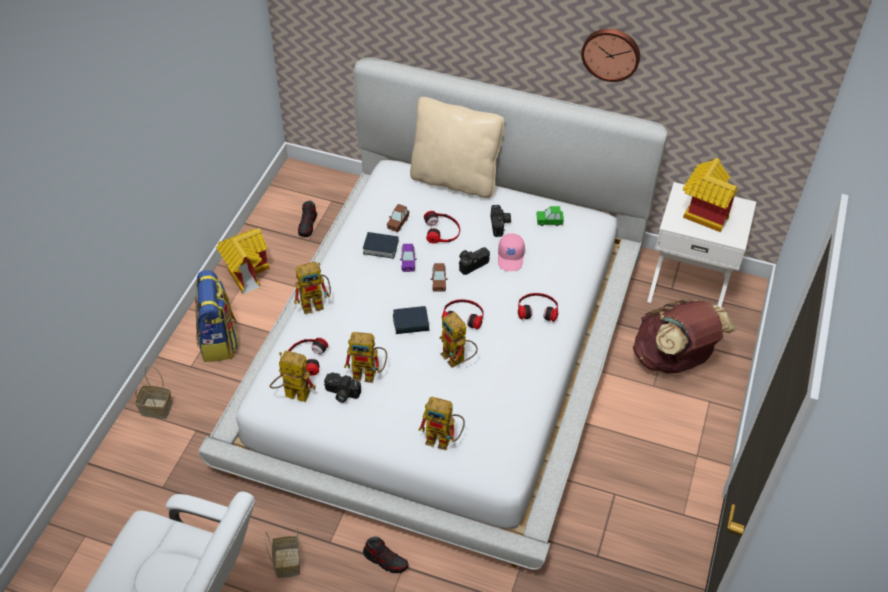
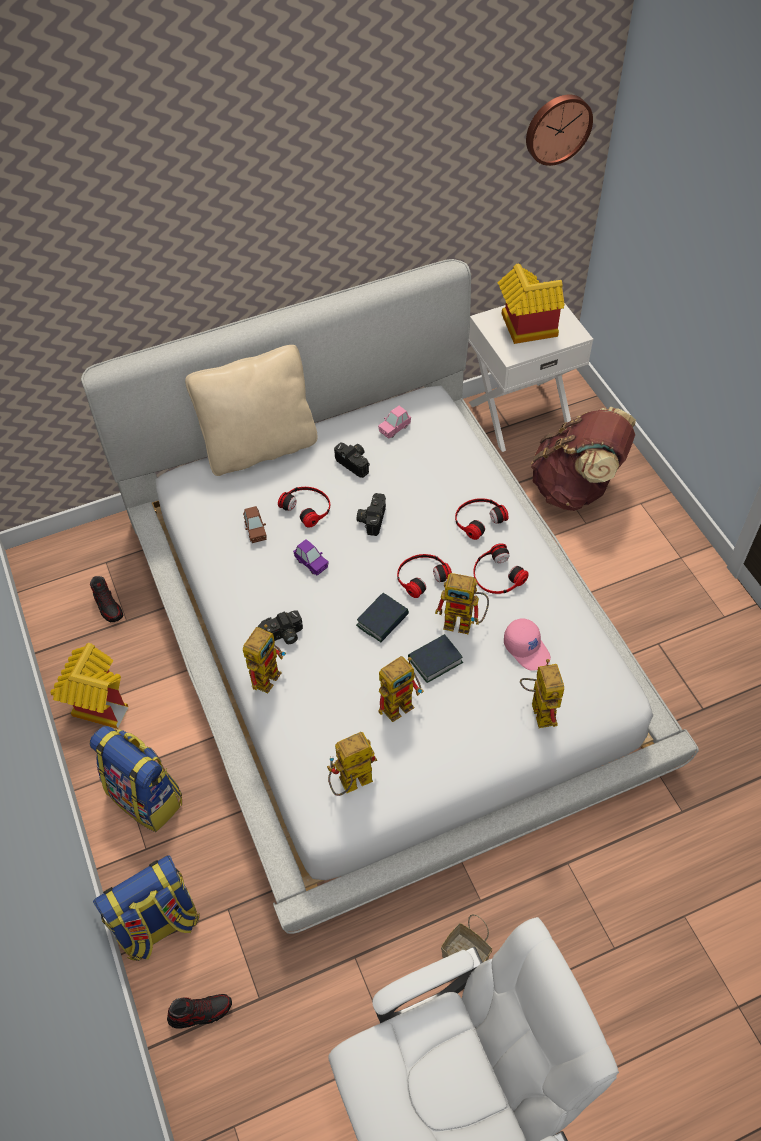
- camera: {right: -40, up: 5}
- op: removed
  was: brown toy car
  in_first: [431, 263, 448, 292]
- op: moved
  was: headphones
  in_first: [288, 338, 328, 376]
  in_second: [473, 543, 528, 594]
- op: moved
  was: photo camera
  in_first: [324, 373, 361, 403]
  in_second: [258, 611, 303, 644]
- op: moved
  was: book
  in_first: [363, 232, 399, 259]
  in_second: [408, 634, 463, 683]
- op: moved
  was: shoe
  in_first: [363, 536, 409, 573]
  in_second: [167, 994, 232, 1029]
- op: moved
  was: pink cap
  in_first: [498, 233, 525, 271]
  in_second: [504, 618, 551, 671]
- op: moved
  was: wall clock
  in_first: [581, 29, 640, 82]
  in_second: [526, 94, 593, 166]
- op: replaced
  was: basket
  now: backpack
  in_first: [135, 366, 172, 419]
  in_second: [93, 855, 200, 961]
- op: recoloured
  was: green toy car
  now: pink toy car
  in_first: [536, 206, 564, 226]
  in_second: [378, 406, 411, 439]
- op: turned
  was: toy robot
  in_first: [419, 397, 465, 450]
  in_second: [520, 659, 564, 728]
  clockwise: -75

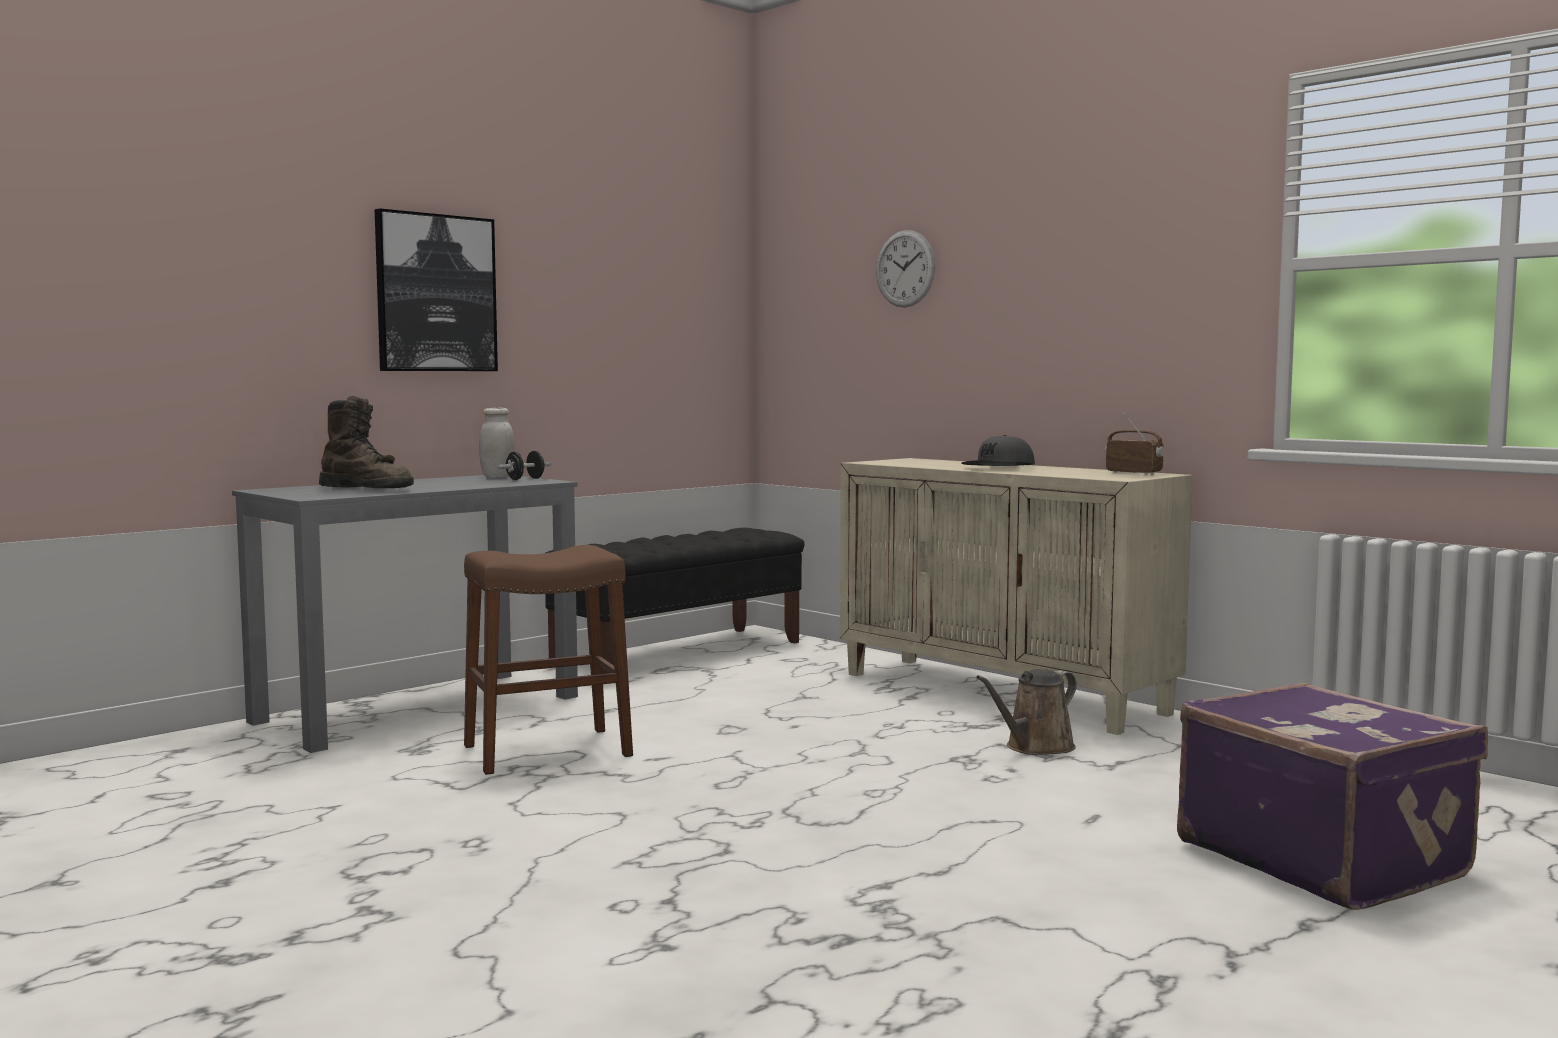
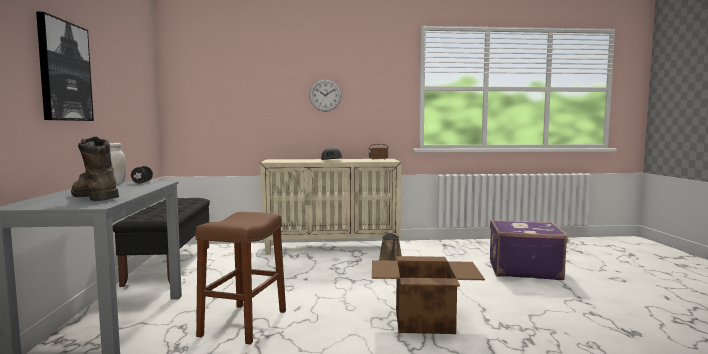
- camera: {right: -50, up: 0}
- op: added
  now: cardboard box
  in_second: [372, 256, 485, 334]
- op: moved
  was: wall clock
  in_first: [876, 230, 935, 308]
  in_second: [309, 79, 342, 112]
- op: turned
  was: brown boot
  in_first: [319, 396, 414, 488]
  in_second: [71, 137, 119, 201]
  clockwise: -120

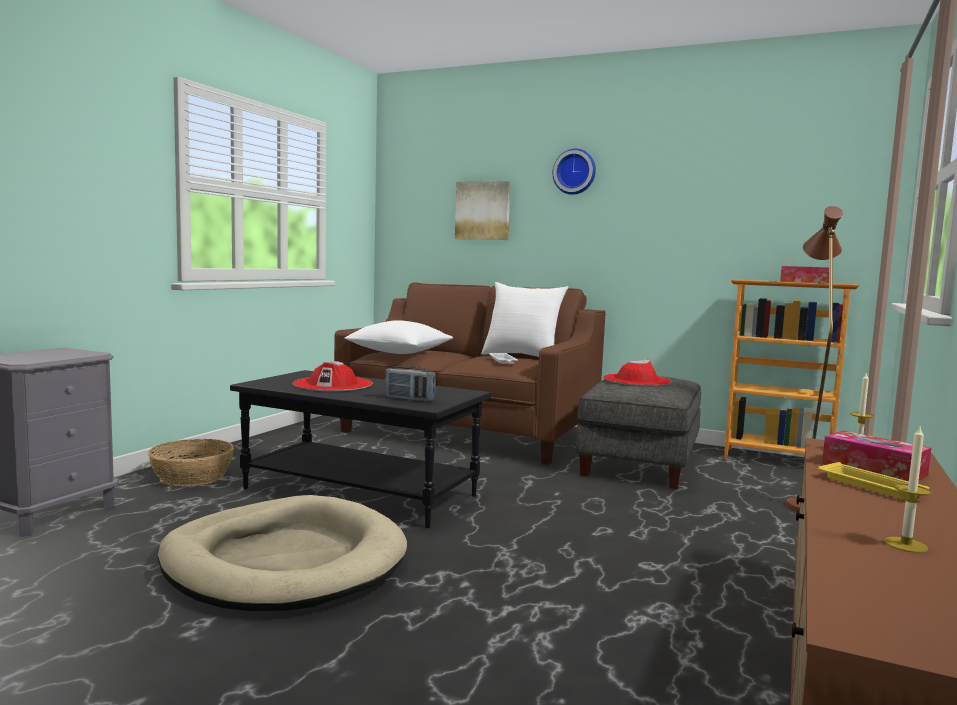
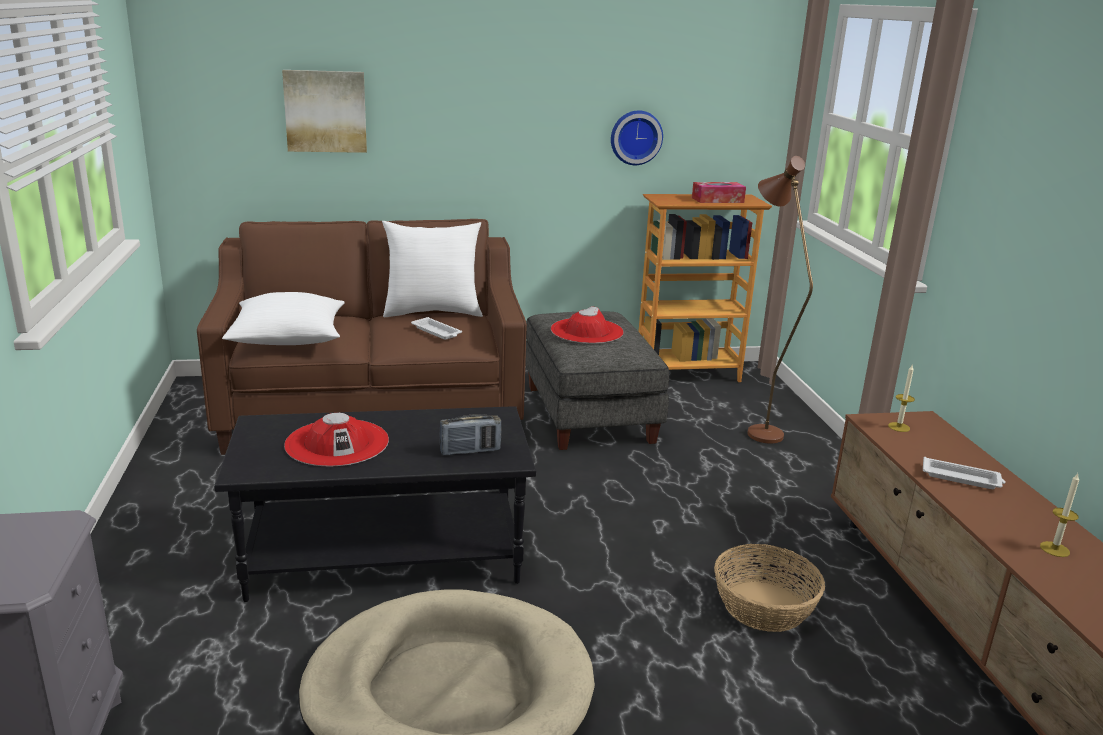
- camera: {right: -35, up: 15}
- op: removed
  was: tissue box
  in_first: [822, 431, 931, 481]
- op: moved
  was: basket
  in_first: [148, 439, 234, 487]
  in_second: [714, 544, 825, 632]
- op: moved
  was: wall clock
  in_first: [552, 149, 596, 195]
  in_second: [611, 110, 663, 165]
- op: recoloured
  was: yellow tray
  now: white tray
  in_first: [818, 462, 929, 500]
  in_second: [923, 457, 1006, 489]

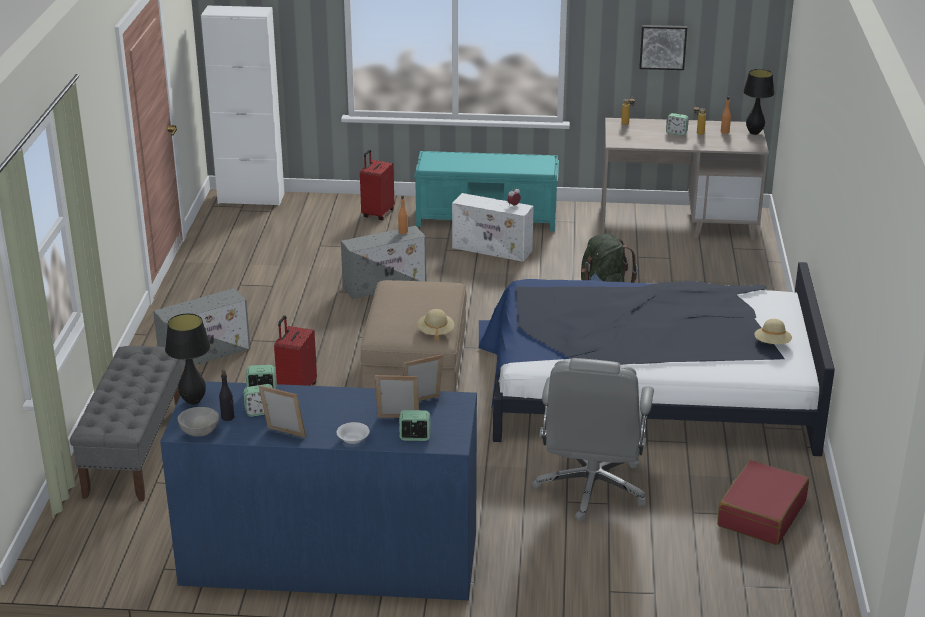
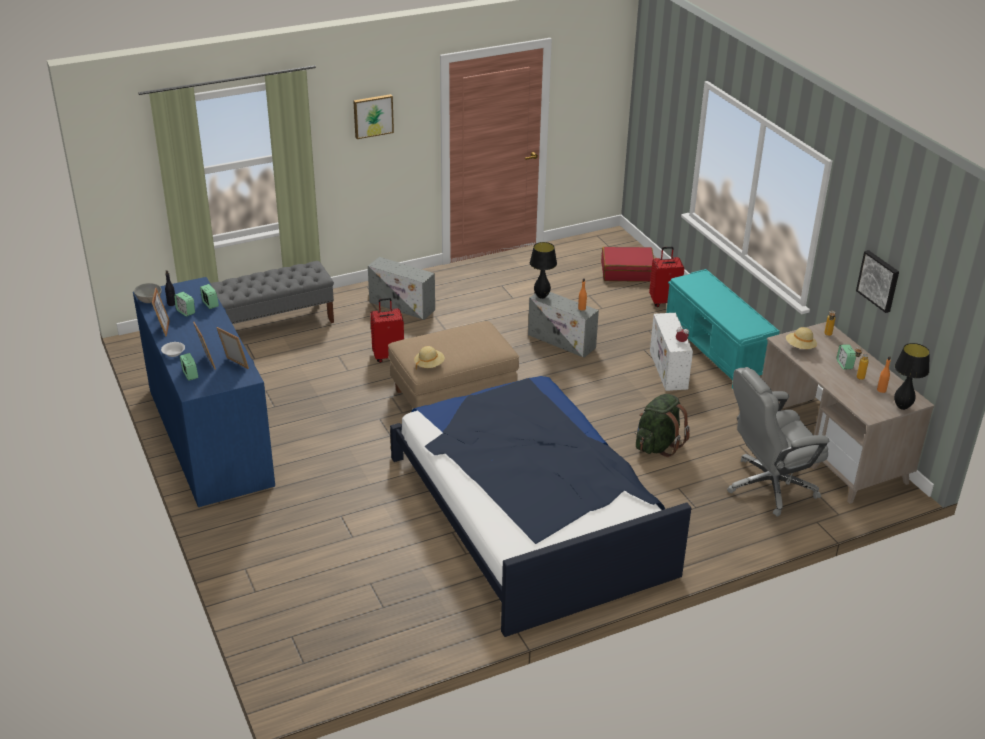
- camera: {right: 60, up: 5}
- op: removed
  was: white cabinet
  in_first: [201, 6, 284, 206]
- op: added
  now: picture
  in_second: [353, 94, 394, 139]
- op: moved
  was: black table lamp
  in_first: [165, 314, 211, 405]
  in_second: [530, 242, 557, 299]
- op: moved
  was: grey office chair
  in_first: [532, 358, 654, 521]
  in_second: [727, 367, 829, 517]
- op: moved
  was: red suitcase
  in_first: [717, 460, 809, 545]
  in_second: [601, 247, 654, 282]
- op: moved
  was: beige hat
  in_first: [754, 319, 792, 344]
  in_second: [786, 327, 817, 349]

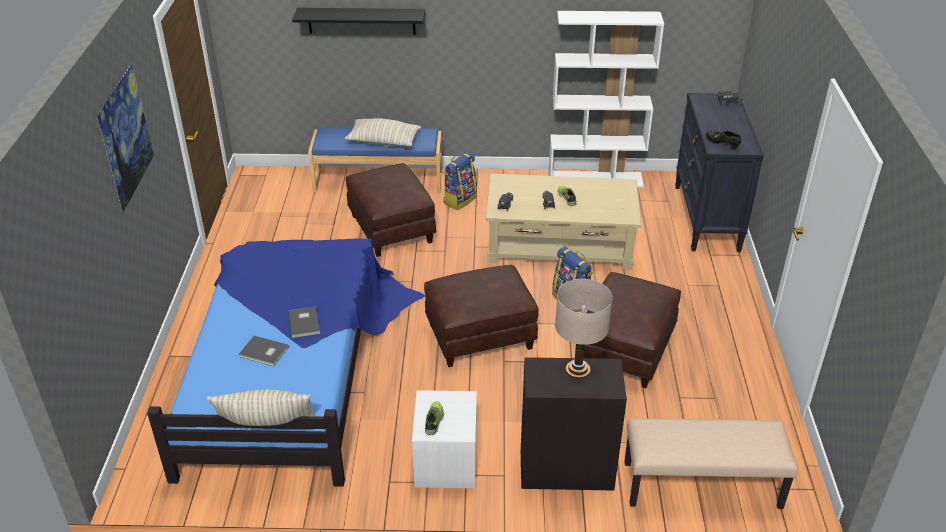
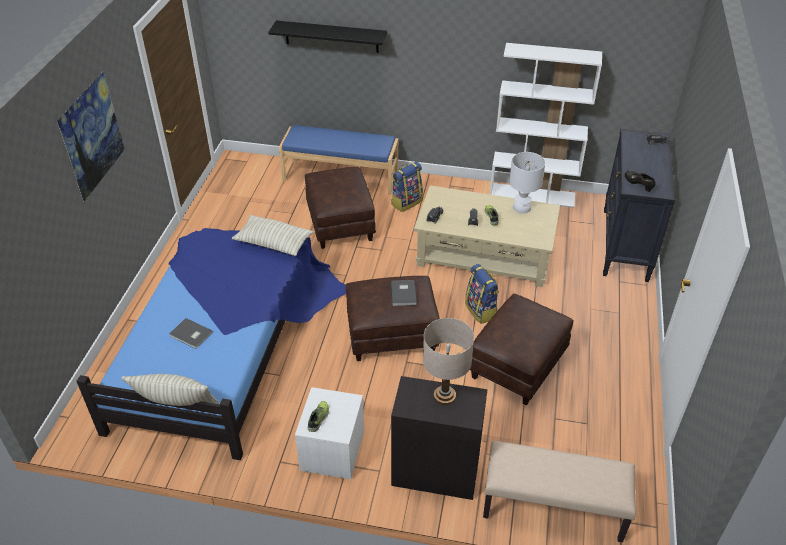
- camera: {right: 10, up: 5}
- op: added
  now: white table lamp
  in_second: [509, 152, 545, 214]
- op: moved
  was: grey book
  in_first: [288, 307, 320, 338]
  in_second: [391, 280, 417, 306]
- op: moved
  was: pillow
  in_first: [345, 118, 421, 146]
  in_second: [232, 215, 313, 256]

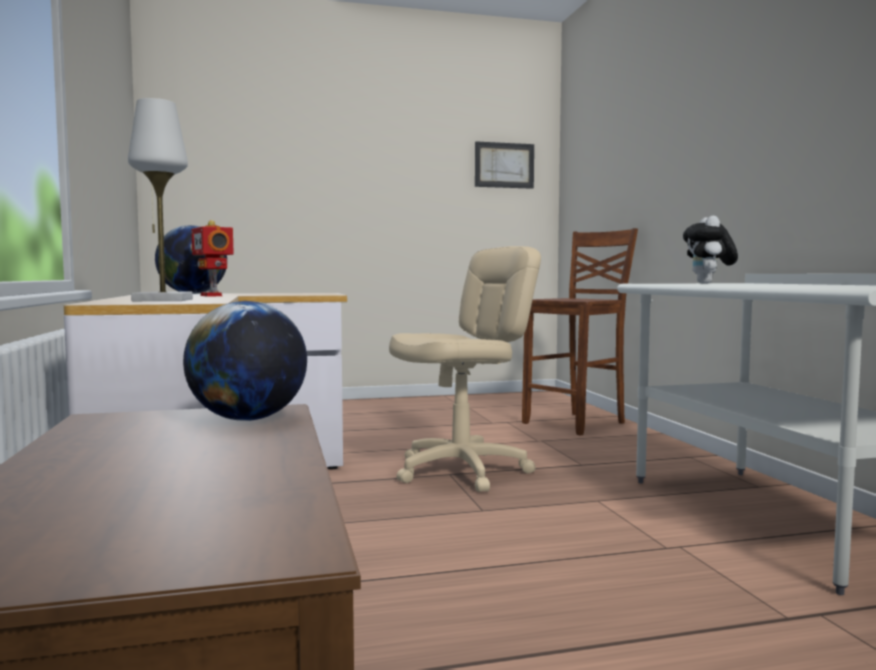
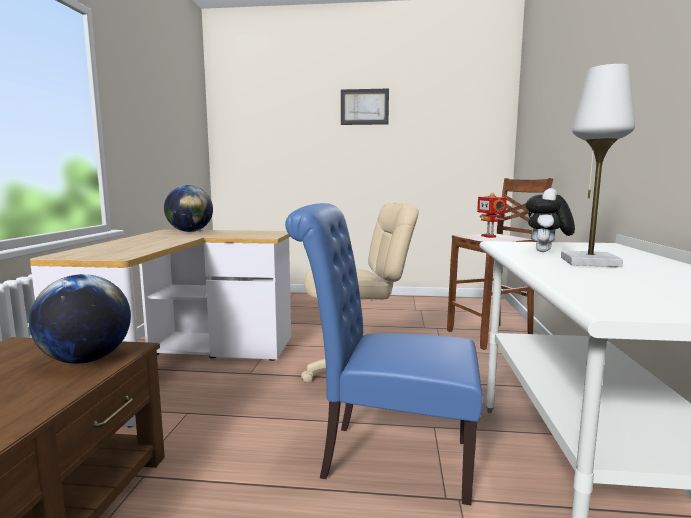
- camera: {right: 20, up: 5}
- op: added
  now: blue chair
  in_second: [285, 203, 482, 505]
- op: moved
  was: white table lamp
  in_first: [128, 98, 193, 301]
  in_second: [561, 64, 635, 267]
- op: moved
  was: toy robot
  in_first: [191, 220, 234, 297]
  in_second: [477, 193, 507, 238]
- op: moved
  was: picture
  in_first: [475, 141, 534, 189]
  in_second: [341, 89, 389, 125]

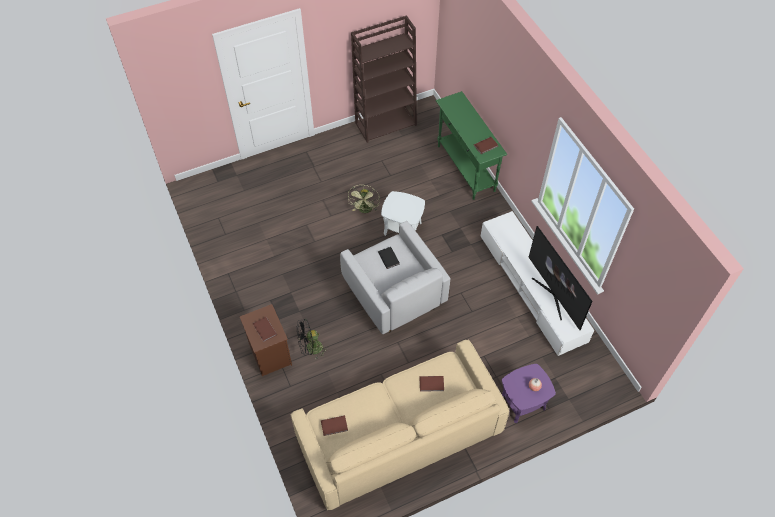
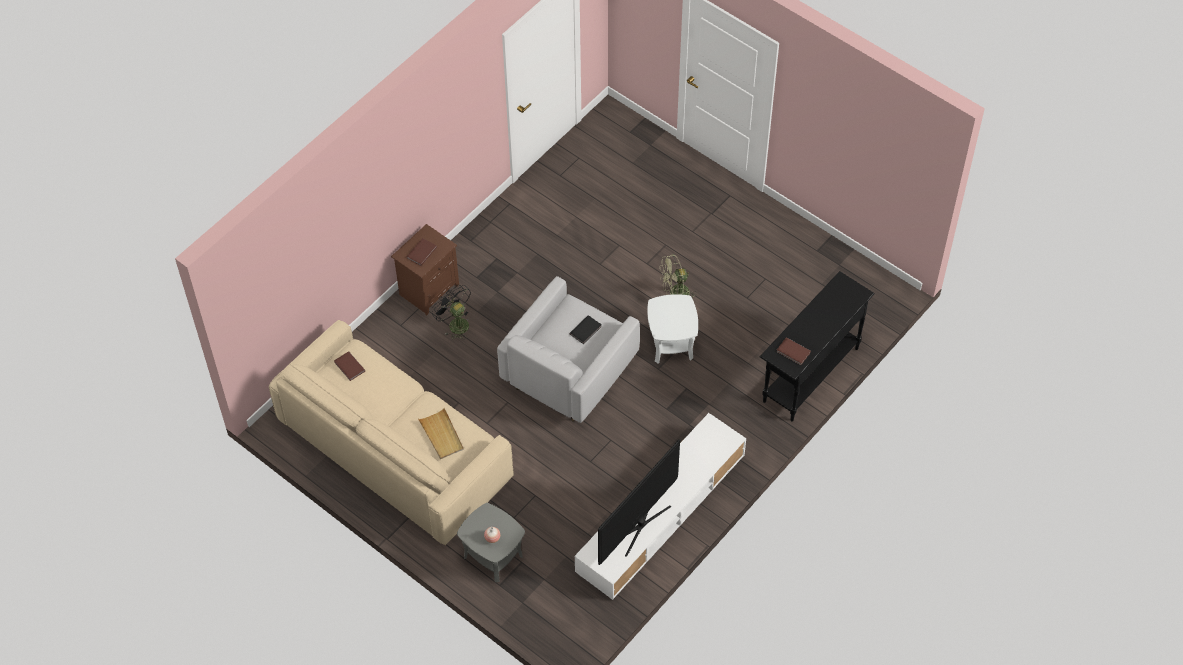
- camera: {right: 65, up: 0}
- op: removed
  was: brown bookcase
  in_first: [351, 15, 417, 143]
- op: replaced
  was: brown book
  now: beige tray
  in_first: [419, 376, 444, 392]
  in_second: [418, 408, 464, 459]
- op: recoloured
  was: green console table
  now: black console table
  in_first: [436, 91, 507, 200]
  in_second: [760, 271, 875, 421]
- op: recoloured
  was: purple side table
  now: grey side table
  in_first: [502, 364, 556, 423]
  in_second: [457, 503, 525, 582]

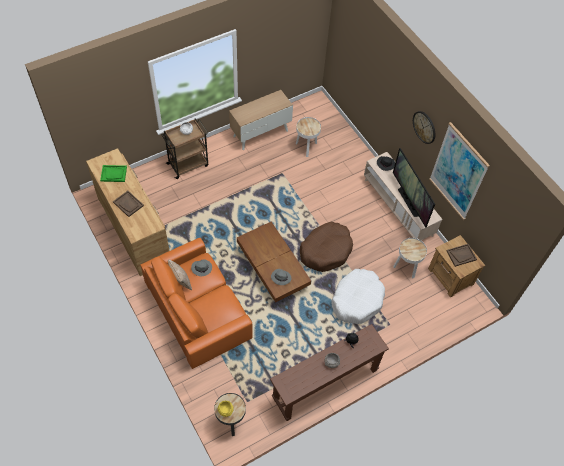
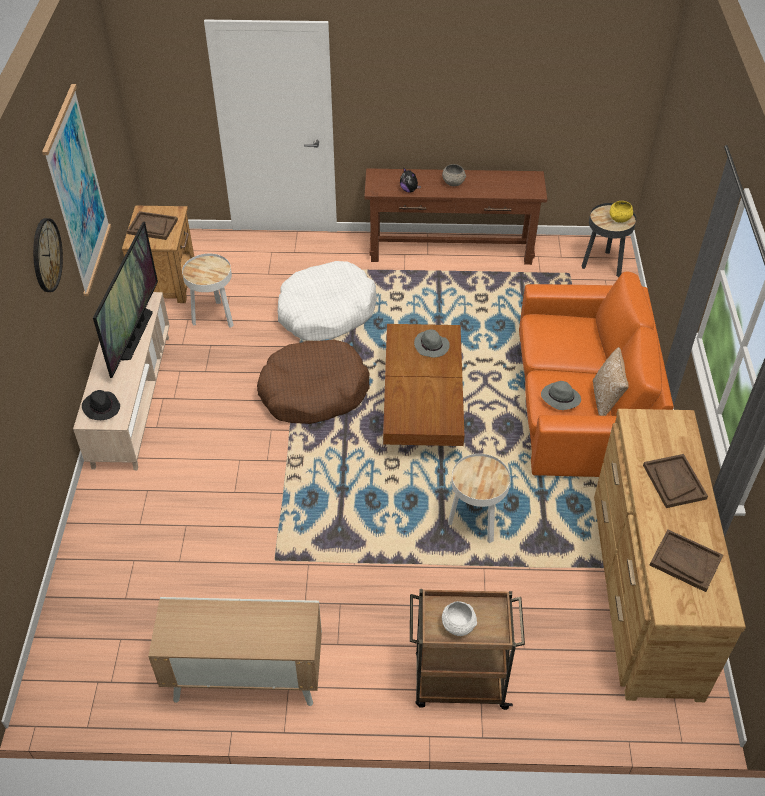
- camera: {right: -145, up: -10}
- op: moved
  was: white side table
  in_first: [296, 117, 321, 157]
  in_second: [448, 454, 510, 543]
- op: recoloured
  was: green tray
  now: brown tray
  in_first: [100, 165, 127, 182]
  in_second: [650, 530, 723, 592]

